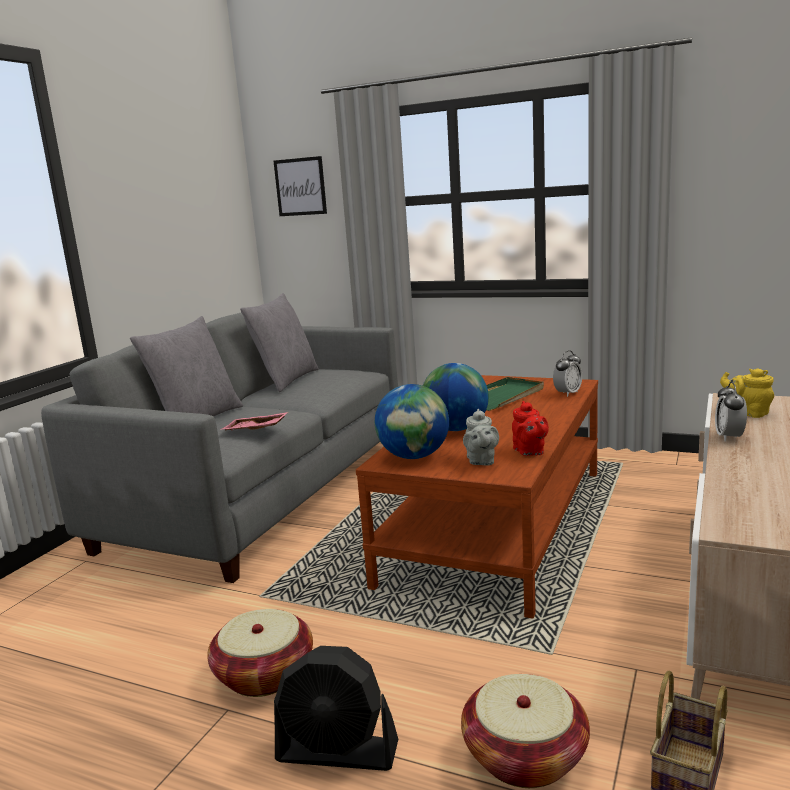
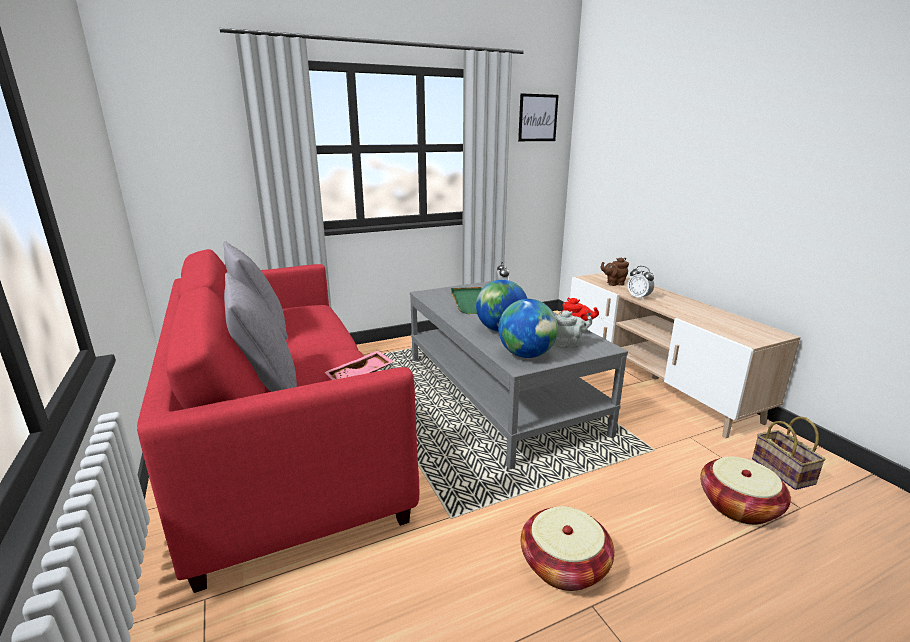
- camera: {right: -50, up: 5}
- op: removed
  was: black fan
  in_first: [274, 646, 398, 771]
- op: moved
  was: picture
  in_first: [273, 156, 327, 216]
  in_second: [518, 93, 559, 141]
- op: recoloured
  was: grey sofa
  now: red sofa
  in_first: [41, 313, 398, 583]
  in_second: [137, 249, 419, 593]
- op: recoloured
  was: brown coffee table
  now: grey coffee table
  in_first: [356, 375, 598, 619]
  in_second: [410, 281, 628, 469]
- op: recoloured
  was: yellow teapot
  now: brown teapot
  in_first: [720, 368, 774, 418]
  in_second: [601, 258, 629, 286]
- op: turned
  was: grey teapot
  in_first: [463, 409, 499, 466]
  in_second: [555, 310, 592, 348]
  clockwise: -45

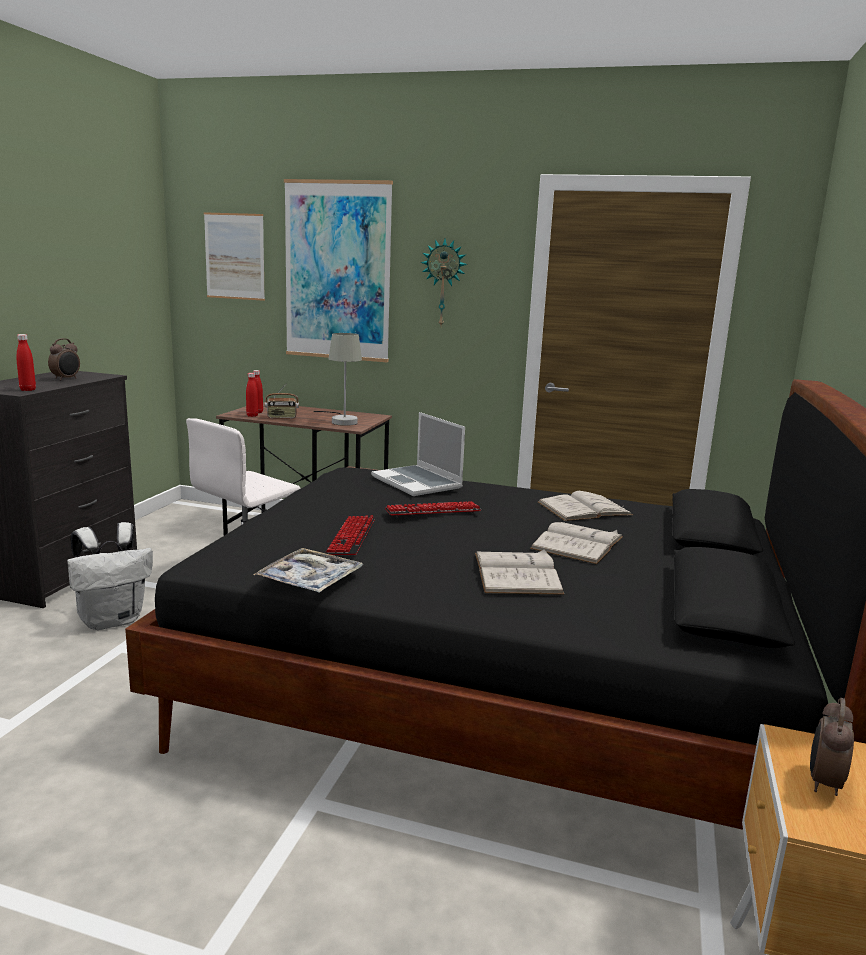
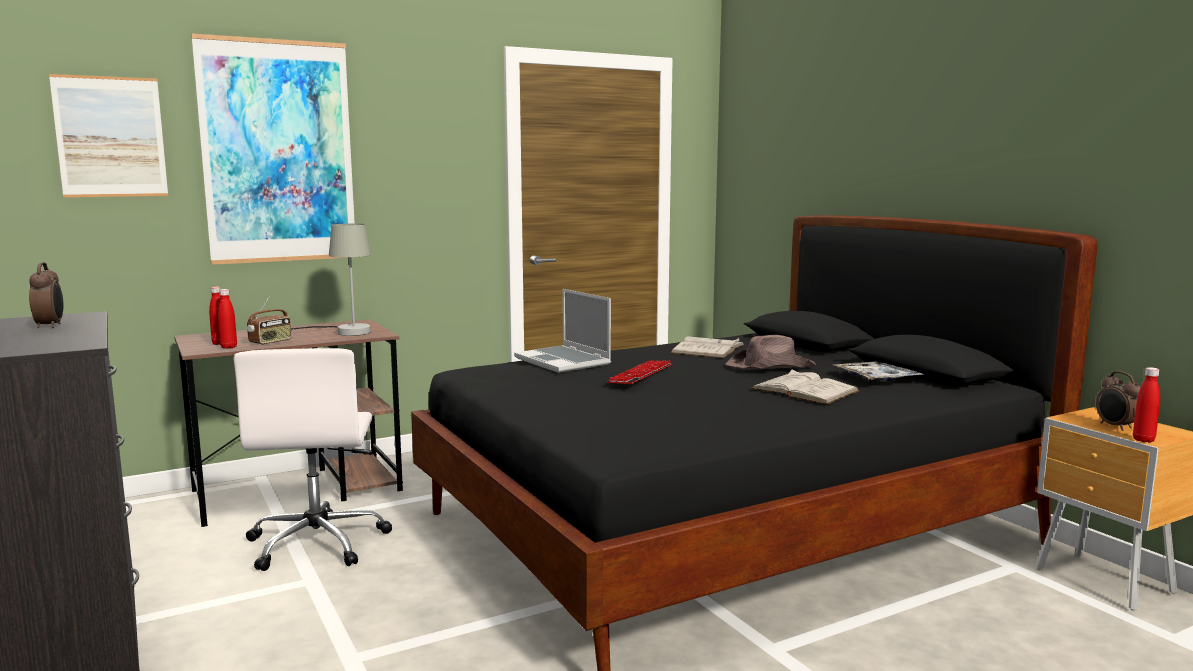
- camera: {right: -45, up: -5}
- op: removed
  was: white backpack
  in_first: [67, 522, 153, 630]
- op: removed
  was: keyboard
  in_first: [325, 515, 375, 555]
- op: removed
  was: wall clock
  in_first: [421, 239, 467, 326]
- op: moved
  was: red bottle
  in_first: [16, 334, 36, 391]
  in_second: [1133, 367, 1160, 443]
- op: moved
  was: tray
  in_first: [253, 548, 363, 593]
  in_second: [834, 361, 924, 381]
- op: replaced
  was: white book
  now: brown hat
  in_first: [530, 522, 623, 564]
  in_second: [726, 335, 816, 370]
- op: turned
  was: laptop
  in_first: [371, 412, 465, 496]
  in_second: [514, 289, 611, 373]
  clockwise: 45

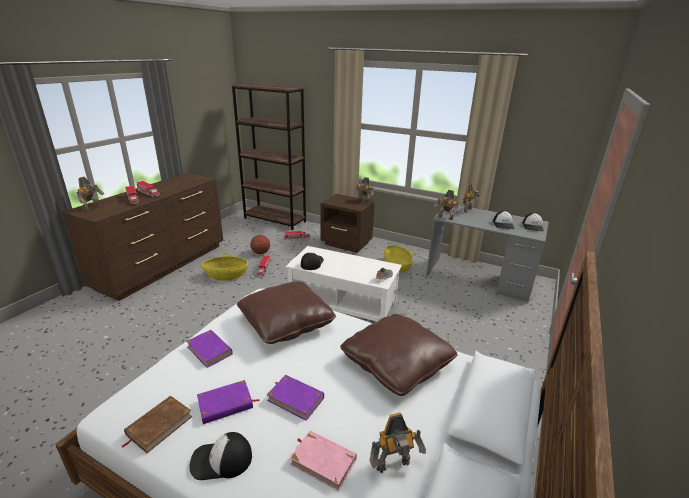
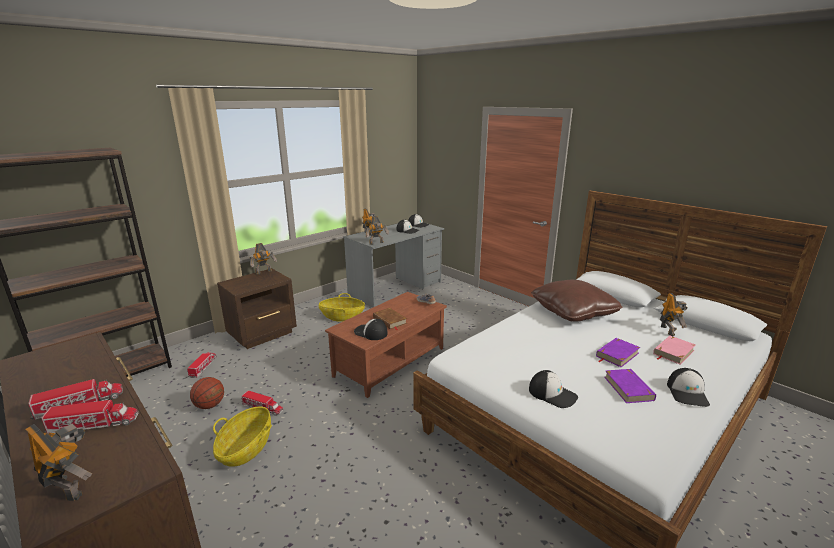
- camera: {right: -70, up: -5}
- op: removed
  was: brown pillow
  in_first: [237, 281, 336, 344]
- op: moved
  was: brown book
  in_first: [122, 396, 192, 453]
  in_second: [373, 308, 407, 330]
- op: replaced
  was: purple book
  now: cap
  in_first: [186, 330, 233, 368]
  in_second: [529, 370, 578, 408]
- op: recoloured
  was: white coffee table
  now: brown coffee table
  in_first: [285, 246, 402, 322]
  in_second: [325, 292, 447, 398]

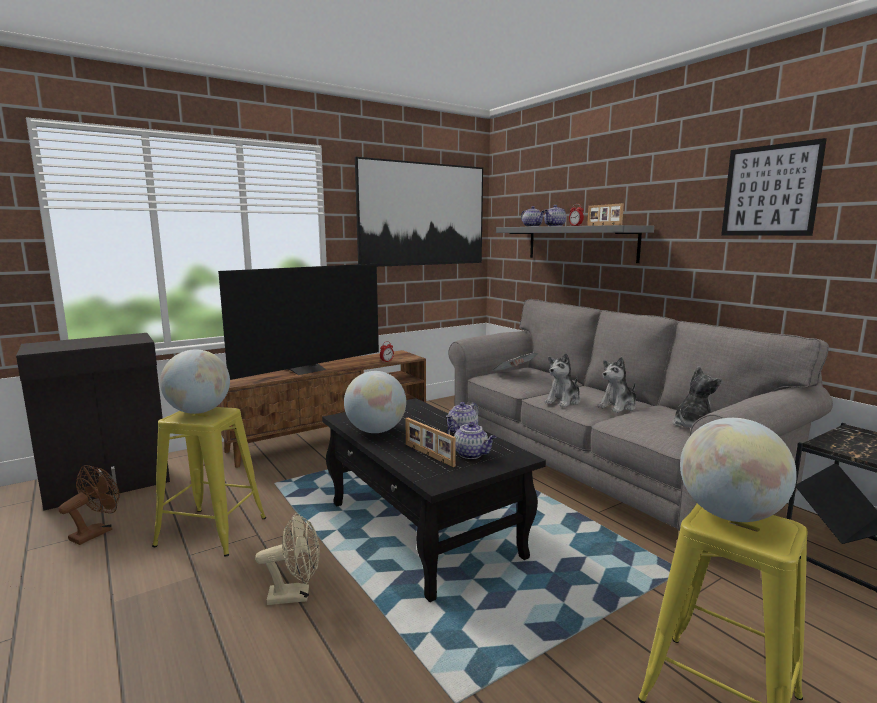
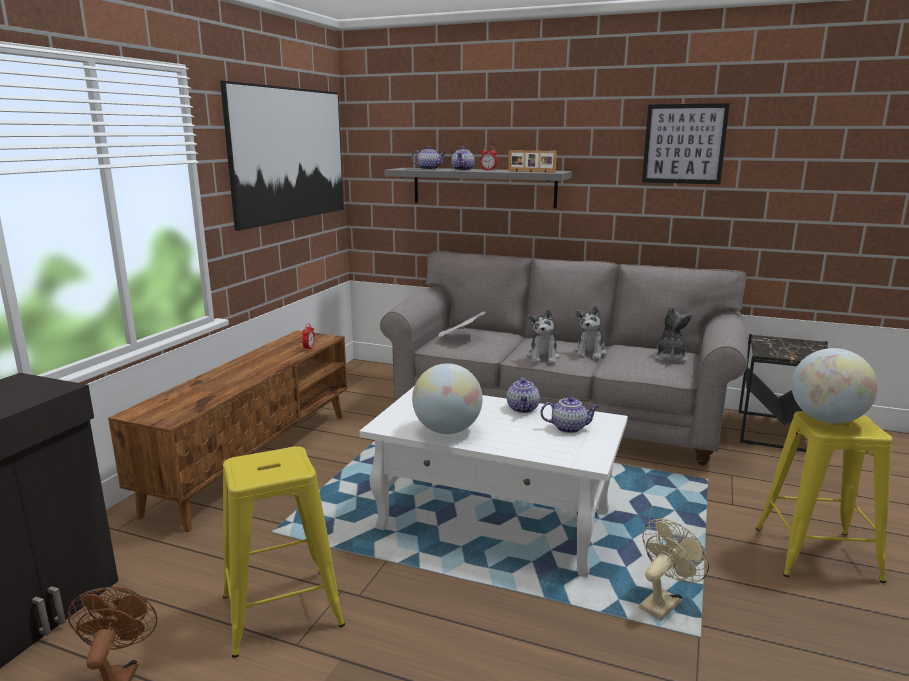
- camera: {right: -35, up: 5}
- op: removed
  was: globe
  in_first: [160, 350, 230, 414]
- op: removed
  was: television
  in_first: [218, 264, 379, 380]
- op: removed
  was: picture frame
  in_first: [405, 418, 456, 467]
- op: moved
  was: beige fan
  in_first: [255, 513, 320, 605]
  in_second: [639, 519, 709, 620]
- op: recoloured
  was: black coffee table
  now: white coffee table
  in_first: [322, 398, 546, 602]
  in_second: [359, 387, 628, 577]

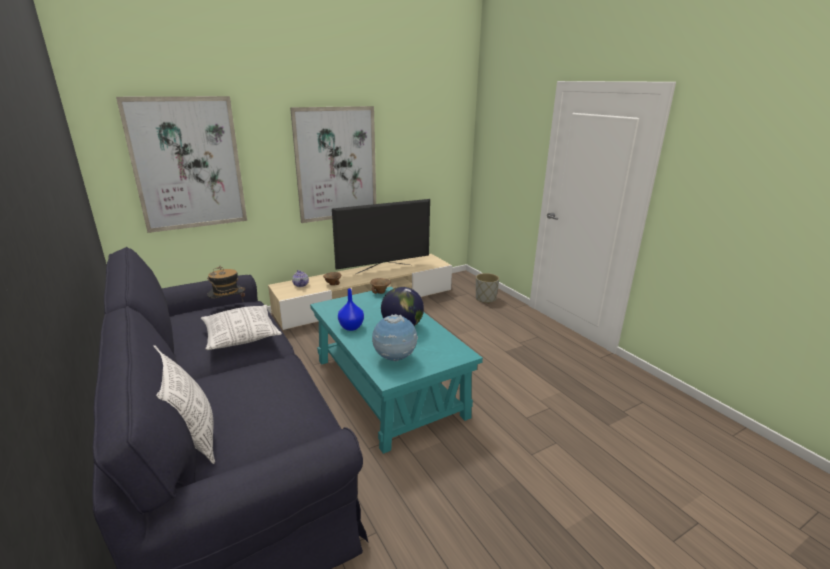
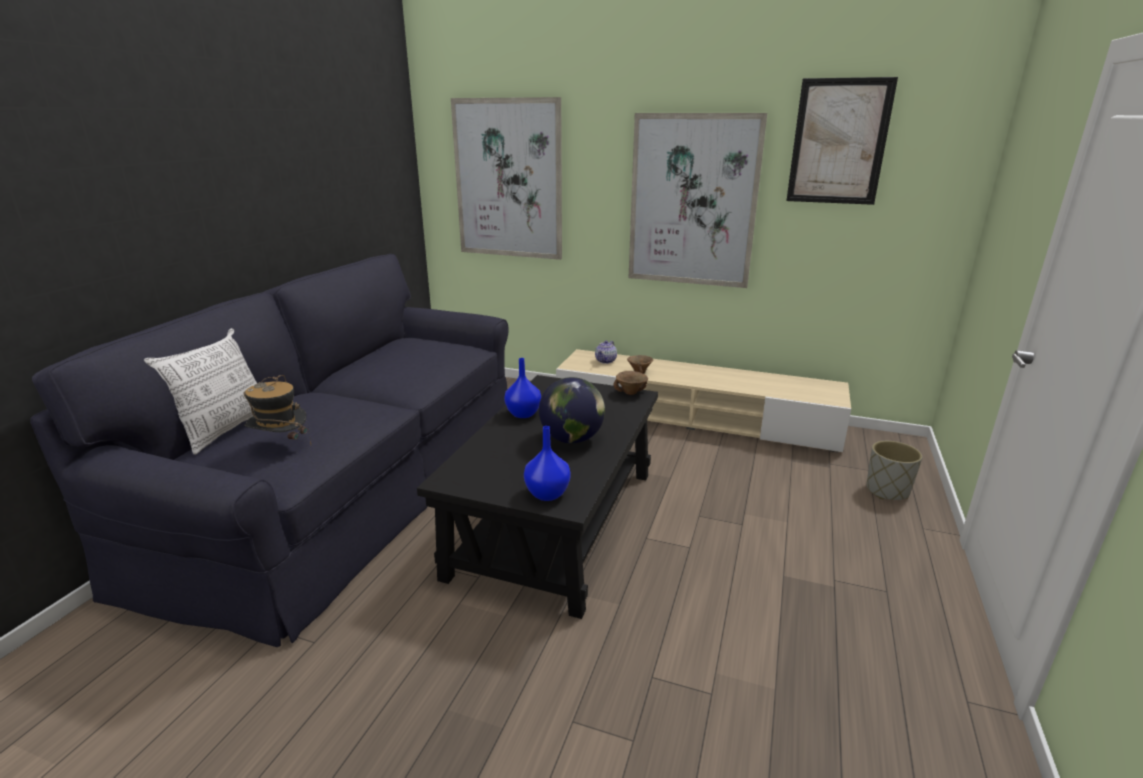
- camera: {right: 50, up: 0}
- op: removed
  was: pillow
  in_first: [201, 305, 282, 350]
- op: removed
  was: television
  in_first: [332, 199, 430, 274]
- op: removed
  was: globe
  in_first: [372, 314, 418, 361]
- op: added
  now: blue vase
  in_second: [524, 426, 571, 501]
- op: added
  now: picture
  in_second: [786, 77, 898, 205]
- op: moved
  was: hat
  in_first: [207, 265, 245, 299]
  in_second: [243, 375, 311, 445]
- op: recoloured
  was: turquoise coffee table
  now: black coffee table
  in_first: [310, 287, 483, 454]
  in_second: [417, 375, 658, 619]

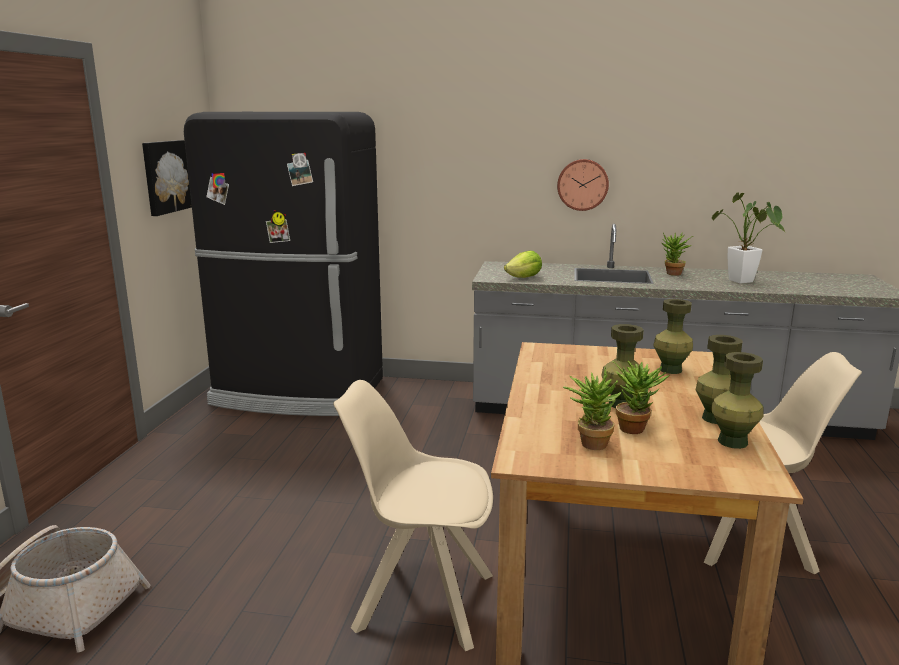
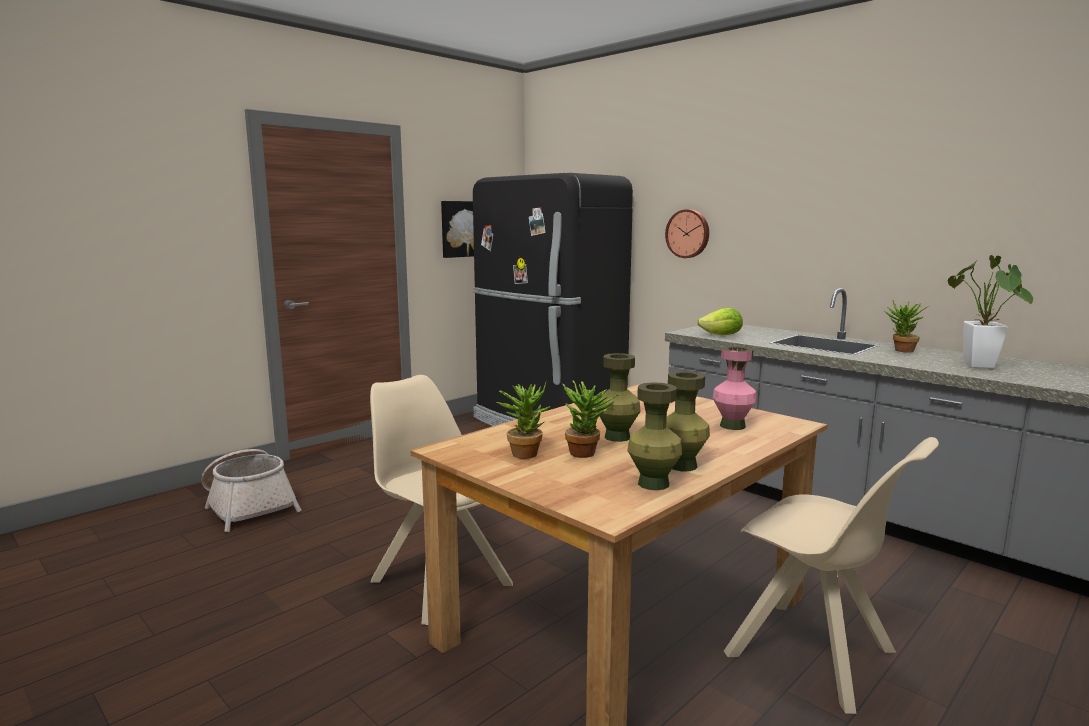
- camera: {right: 35, up: -5}
- op: moved
  was: wall clock
  in_first: [557, 159, 609, 211]
  in_second: [665, 209, 709, 258]
- op: recoloured
  was: green vase
  now: pink vase
  in_first: [653, 299, 693, 374]
  in_second: [713, 346, 757, 430]

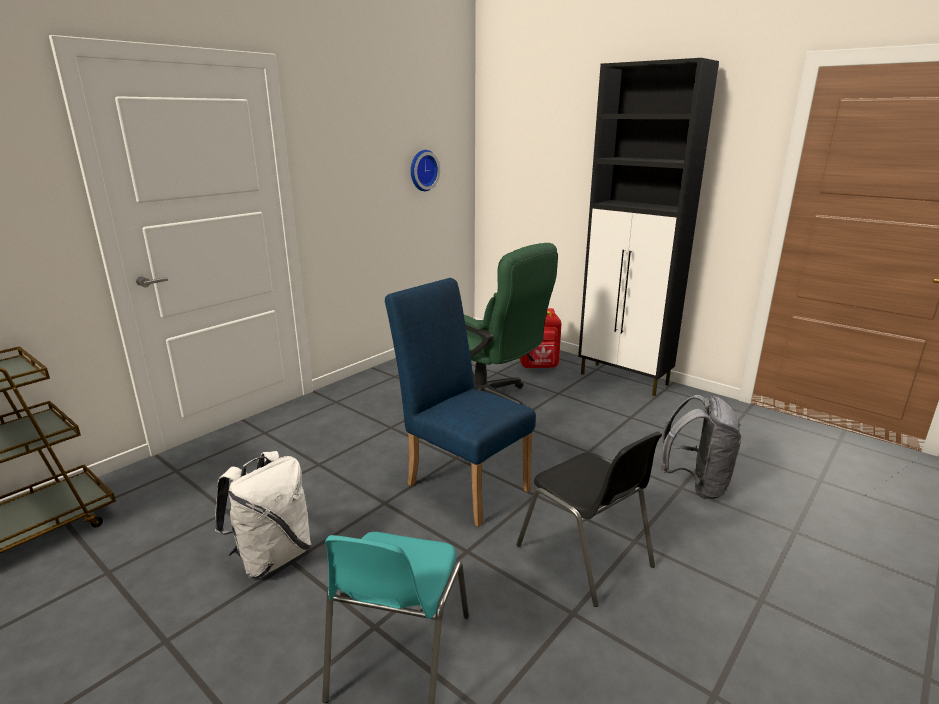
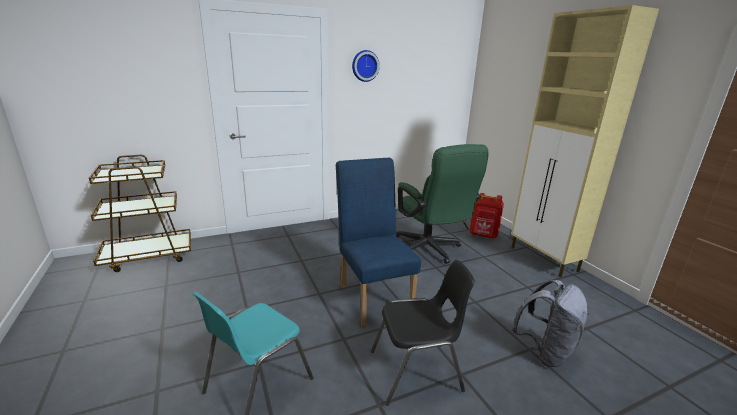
- camera: {right: 25, up: 0}
- op: removed
  was: white backpack
  in_first: [215, 451, 311, 578]
- op: moved
  was: wall clock
  in_first: [411, 150, 440, 191]
  in_second: [352, 50, 380, 82]
- op: recoloured
  was: black cabinet
  now: beige cabinet
  in_first: [578, 58, 719, 396]
  in_second: [511, 5, 659, 277]
- op: turned
  was: black chair
  in_first: [516, 432, 662, 607]
  in_second: [371, 260, 475, 406]
  clockwise: -90

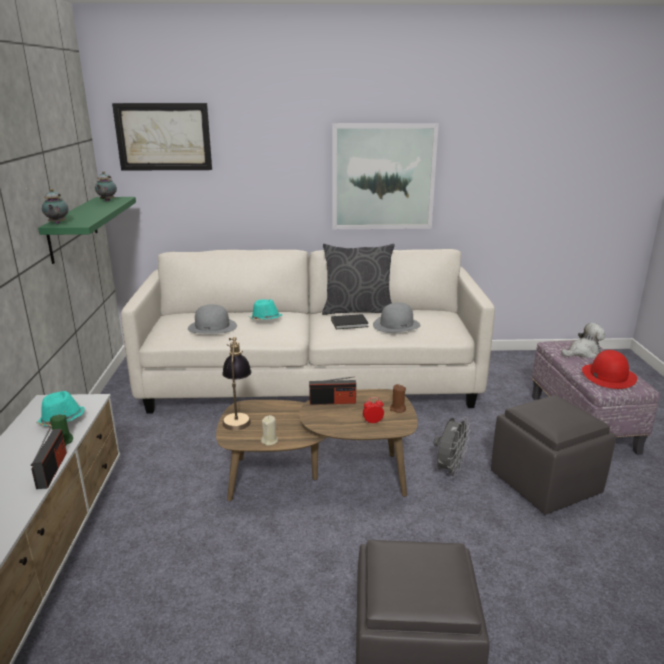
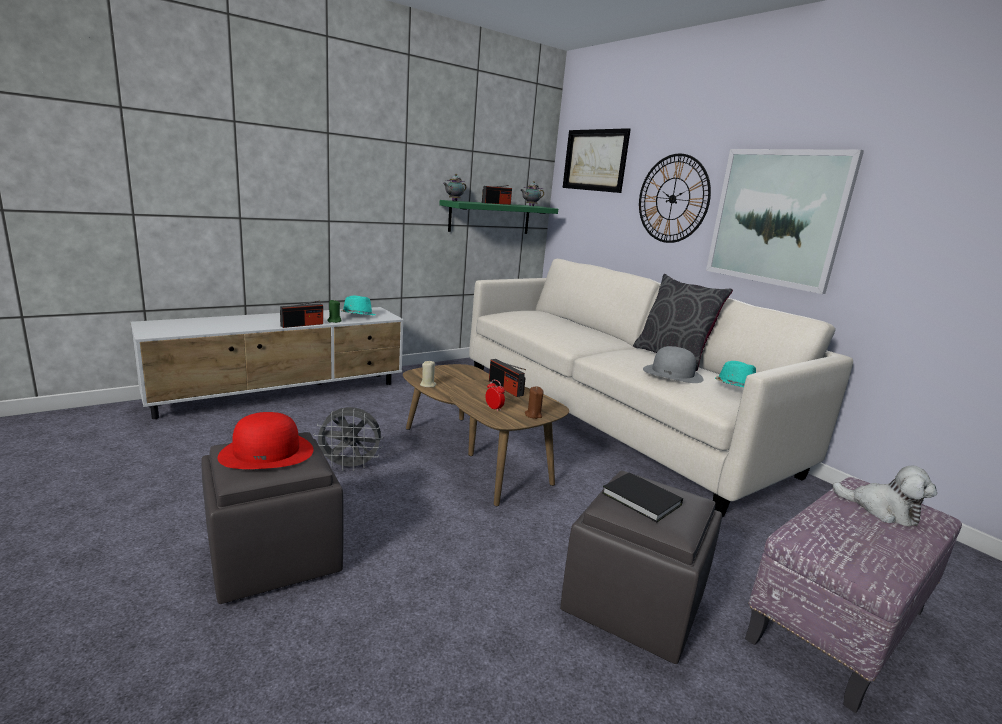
- camera: {right: 55, up: -5}
- op: removed
  was: grey hat
  in_first: [188, 305, 237, 334]
- op: removed
  was: table lamp
  in_first: [222, 337, 251, 430]
- op: added
  now: radio
  in_second: [482, 185, 512, 205]
- op: added
  now: wall clock
  in_second: [639, 154, 711, 243]
- op: moved
  was: turquoise hat
  in_first: [249, 299, 282, 320]
  in_second: [715, 361, 756, 388]
- op: moved
  was: black book
  in_first: [331, 314, 369, 329]
  in_second: [602, 472, 683, 522]
- op: moved
  was: grey fan
  in_first: [434, 417, 471, 478]
  in_second: [313, 407, 383, 471]
- op: moved
  was: red hat
  in_first: [582, 350, 637, 389]
  in_second: [218, 412, 313, 469]

